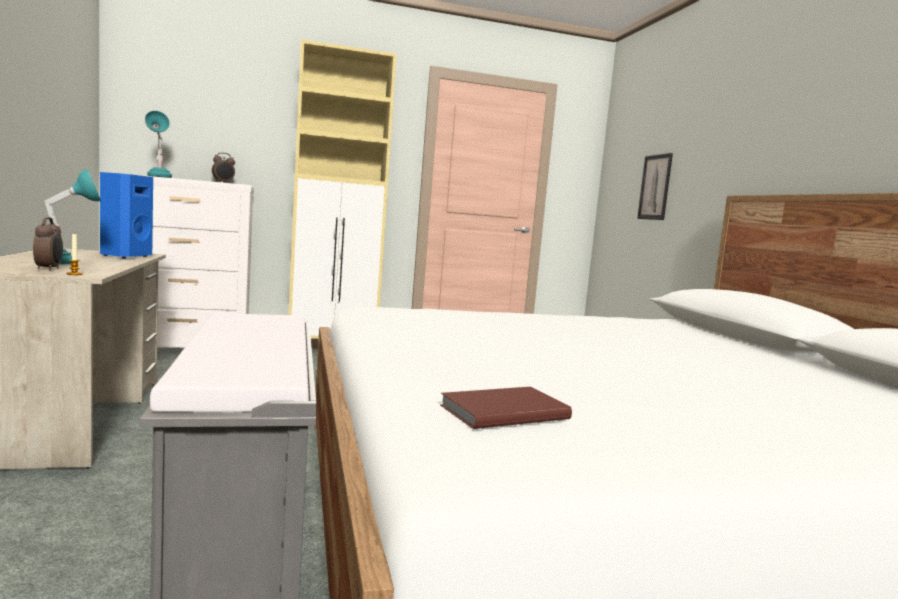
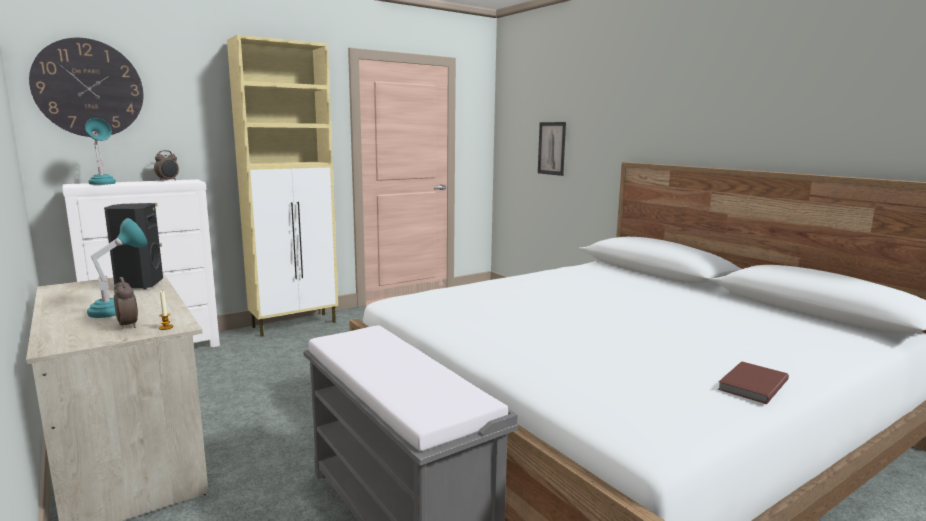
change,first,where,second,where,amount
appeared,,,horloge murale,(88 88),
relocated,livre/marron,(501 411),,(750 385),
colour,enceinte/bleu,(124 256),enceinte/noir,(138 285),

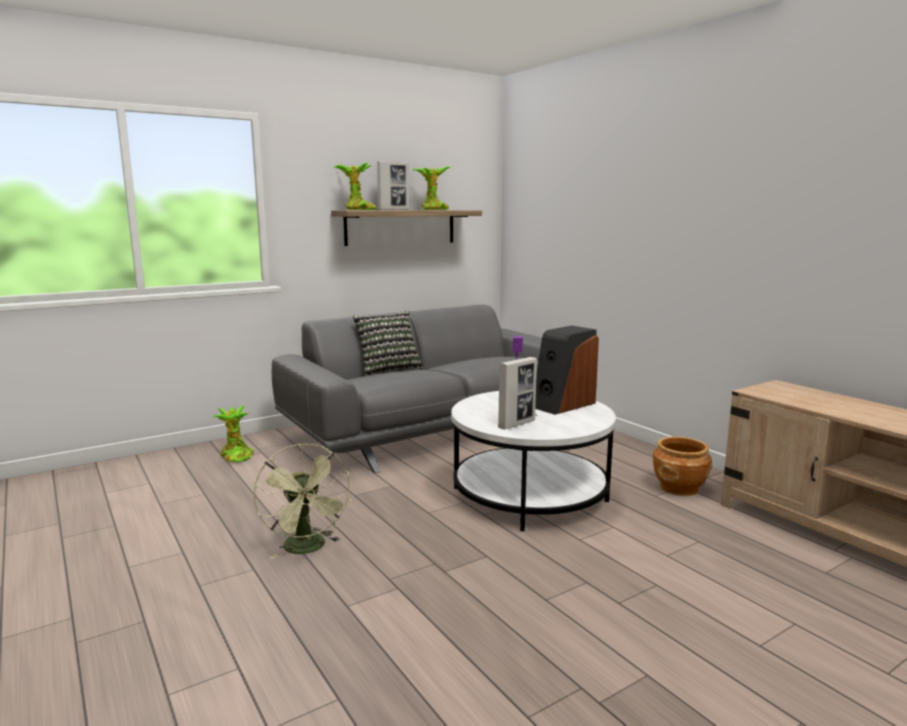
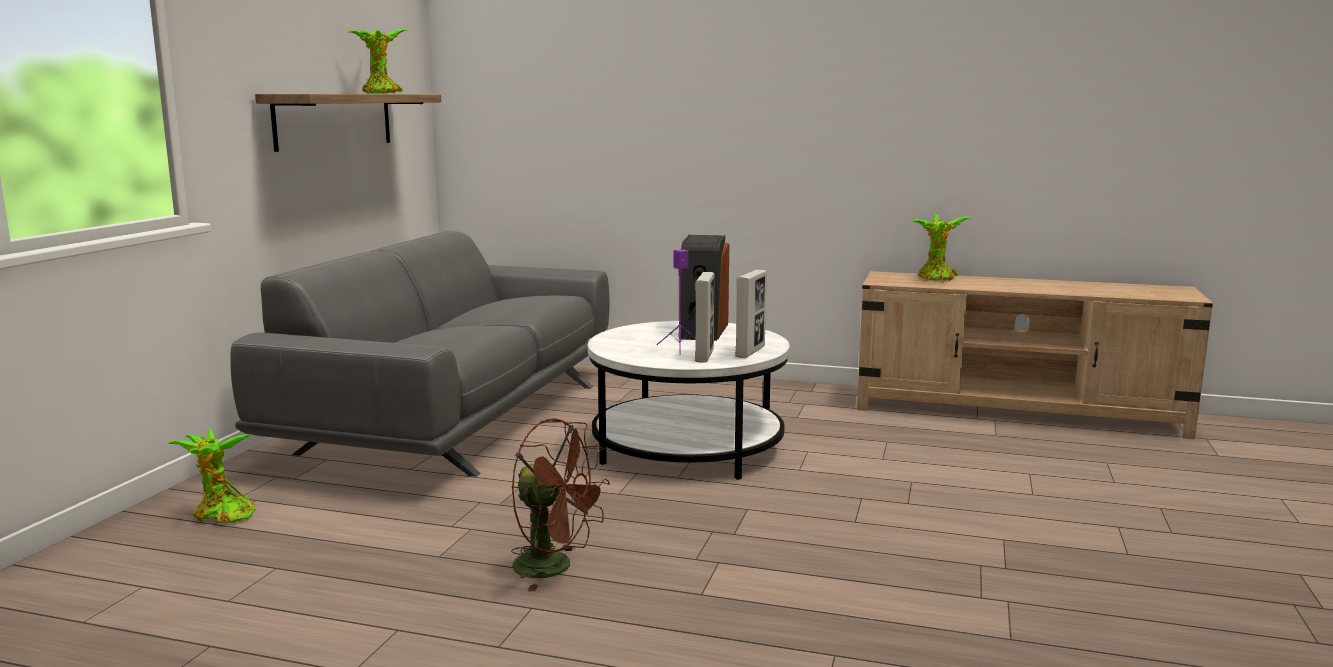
change,first,where,second,where,amount
missing,coussin,(388 369),,,
missing,cache-pot/marron,(679 488),,,
relocated,plante en pot,(358 210),,(937 278),
relocated,cadre photo,(393 210),,(750 352),
colour,ventilateur/vert,(308 549),ventilateur/marron,(555 568),

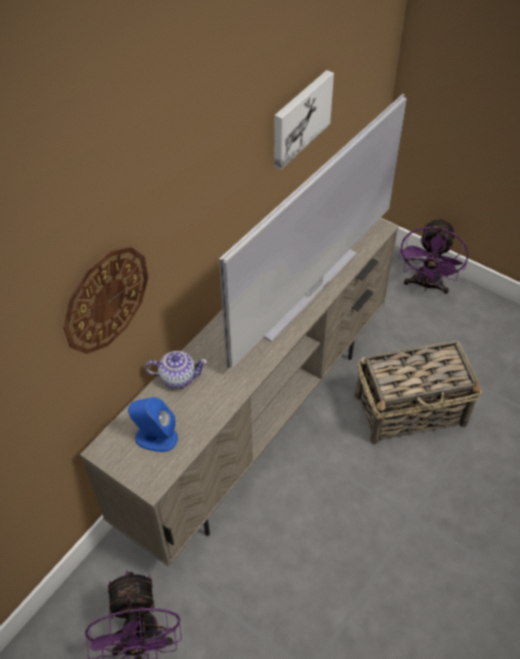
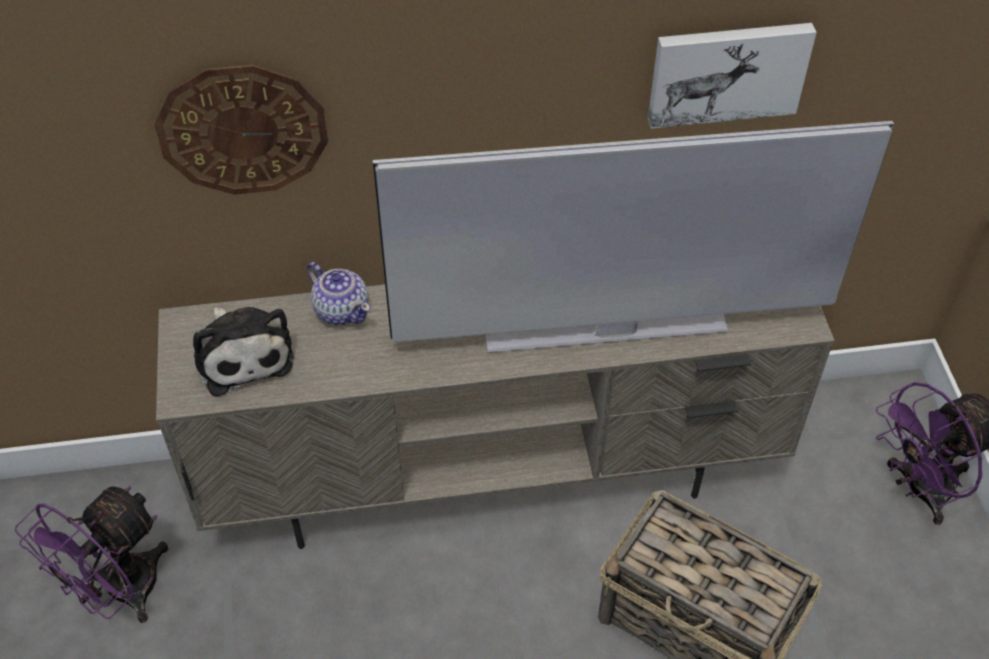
change,first,where,second,where,amount
exchanged,enceinte/bleu,(155 437),peluche,(243 354),

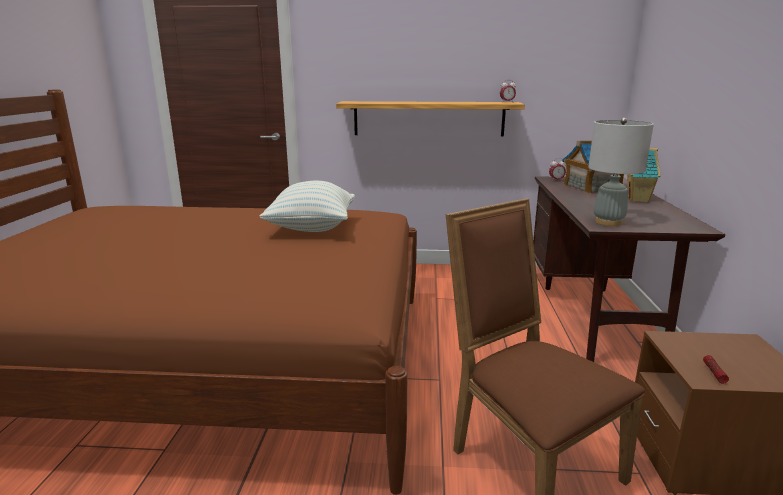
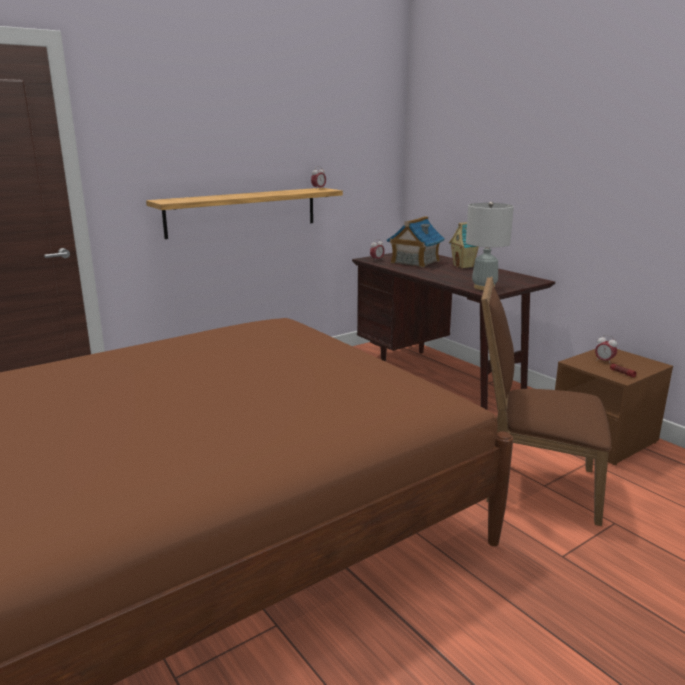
change,first,where,second,where,amount
missing,coussin,(312 228),,,
appeared,,,réveil,(604 361),

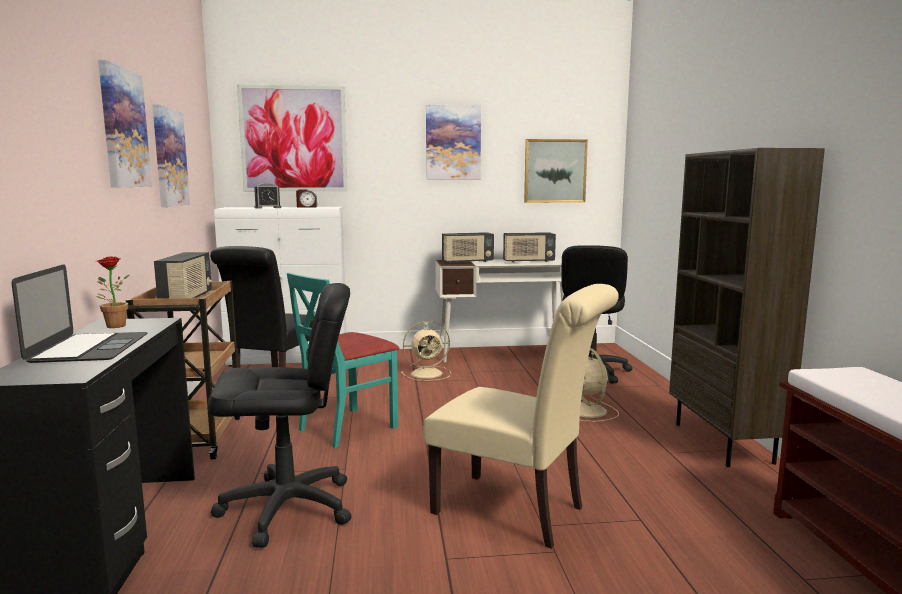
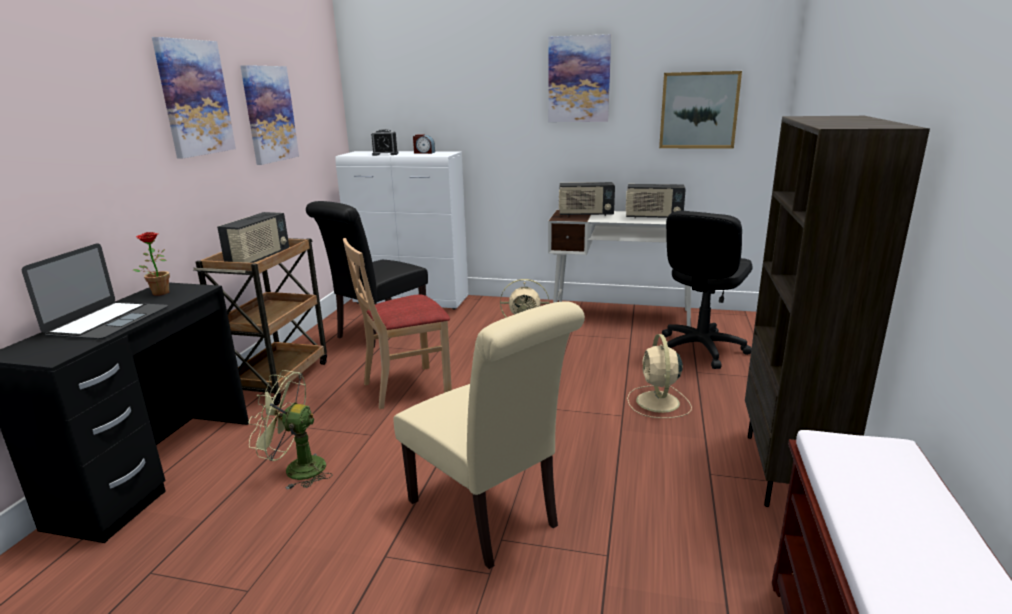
change,first,where,second,where,amount
missing,tableau,(293 139),,,
exchanged,chaise de bureau/noir,(287 508),ventilateur/vert,(296 469),
colour,chaise/turquoise,(347 427),chaise/beige,(406 387),

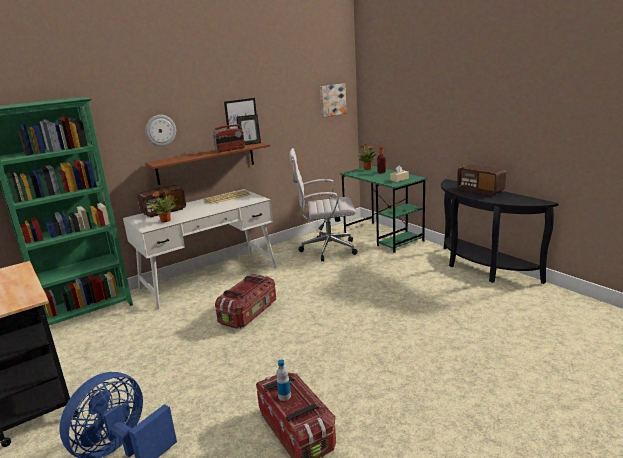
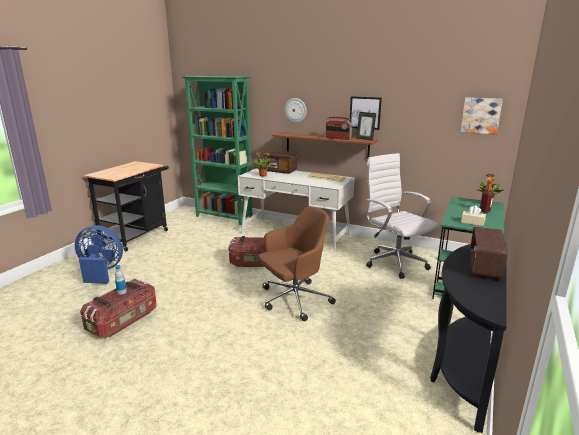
change,first,where,second,where,amount
appeared,,,chaise de bureau/marron,(294 300),

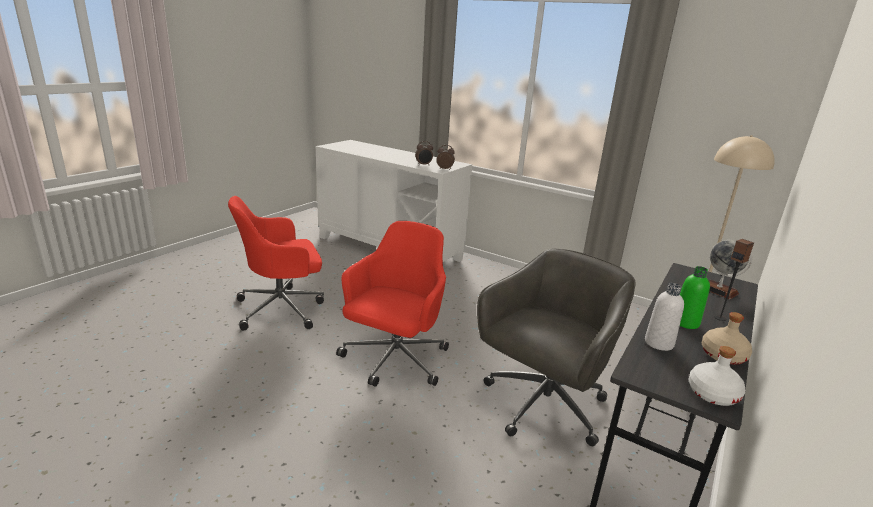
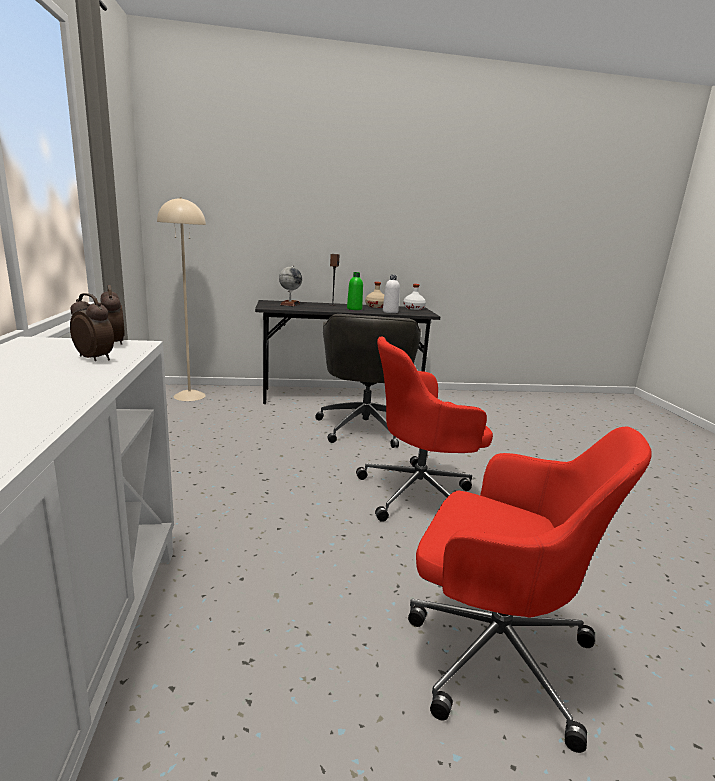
change,first,where,second,where,amount
spun,chaise de bureau/gris,(542 406),,(365 426),90 degrees counterclockwise

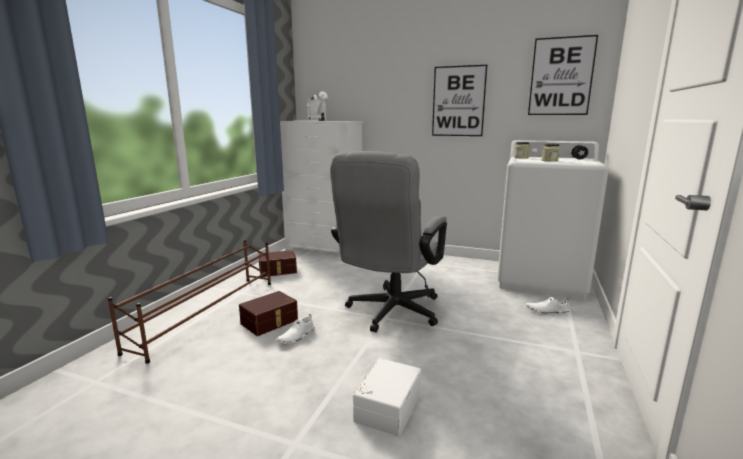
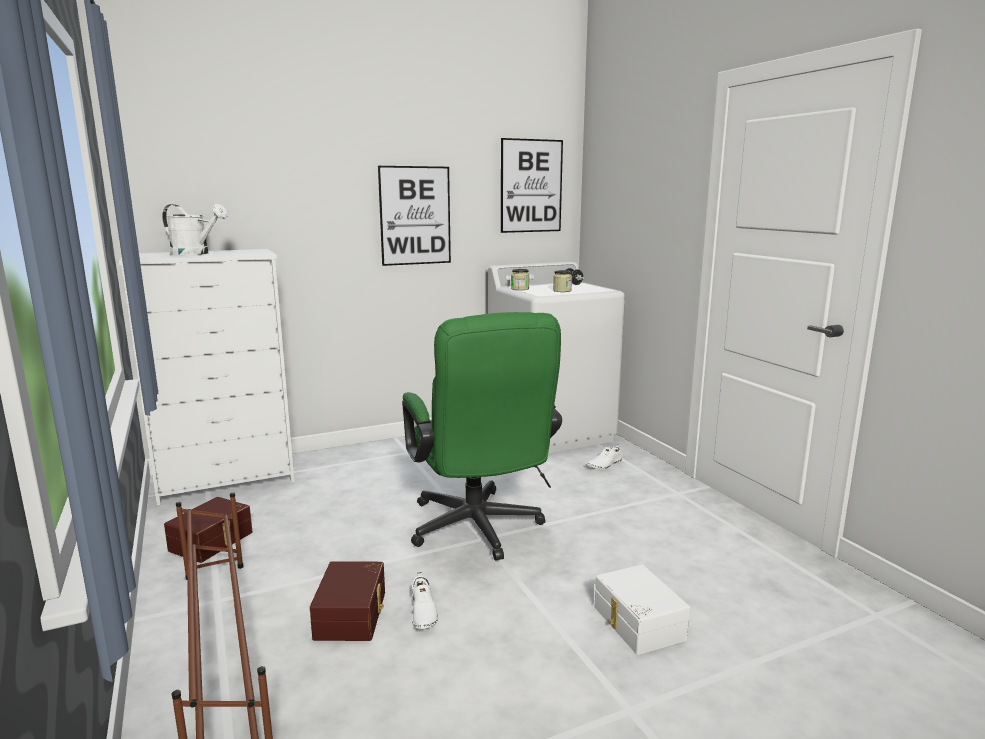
change,first,where,second,where,amount
colour,chaise de bureau/gris,(390 313),chaise de bureau/vert,(478 531),

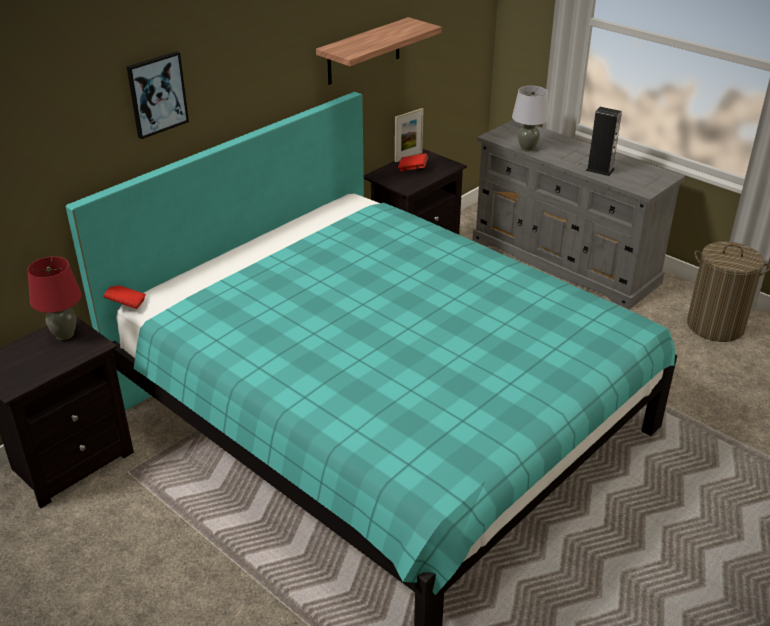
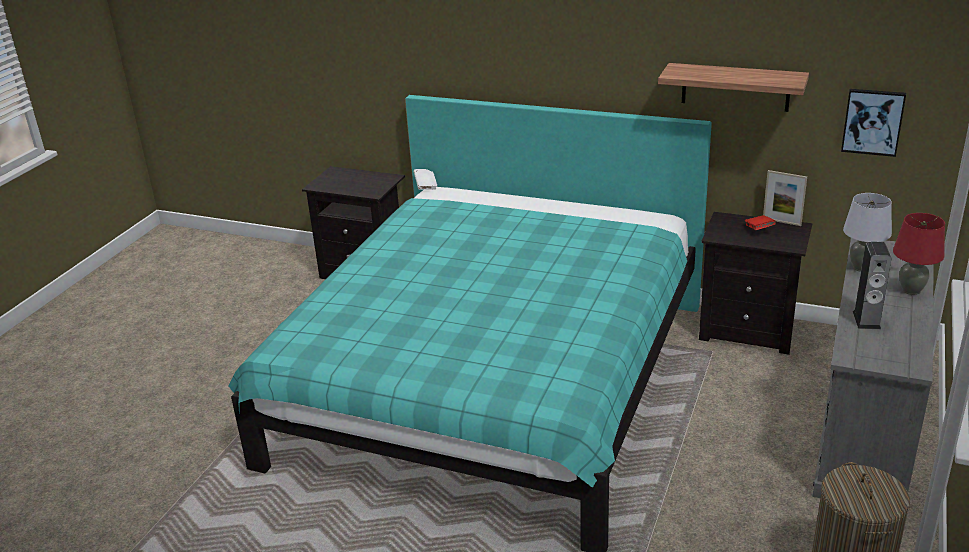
change,first,where,second,where,amount
relocated,lampe de table/rouge,(65 335),,(911 290),
relocated,tableau,(157 94),,(873 122),
colour,livre/rouge,(126 304),livre/blanc,(426 186),

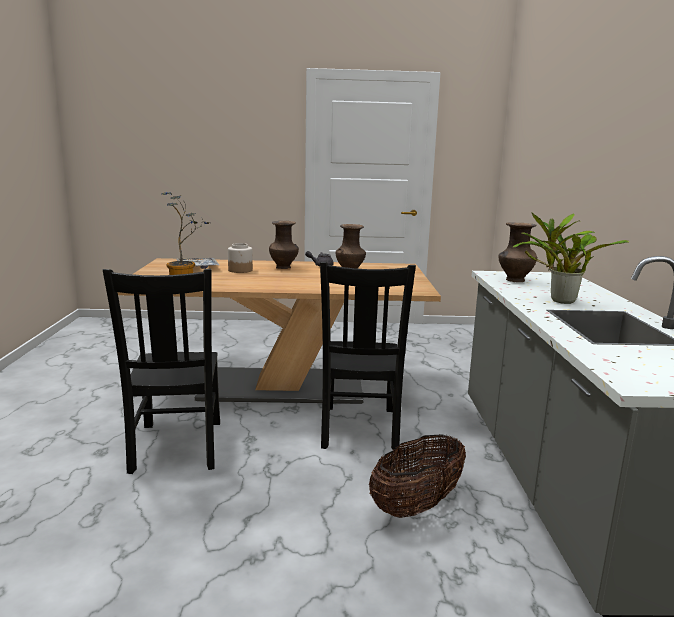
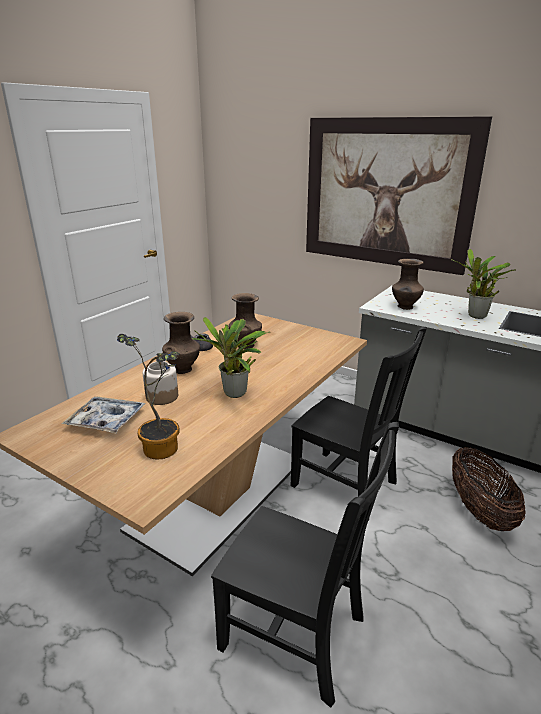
change,first,where,second,where,amount
appeared,,,plante en pot,(234 395),
appeared,,,tableau,(386 193),

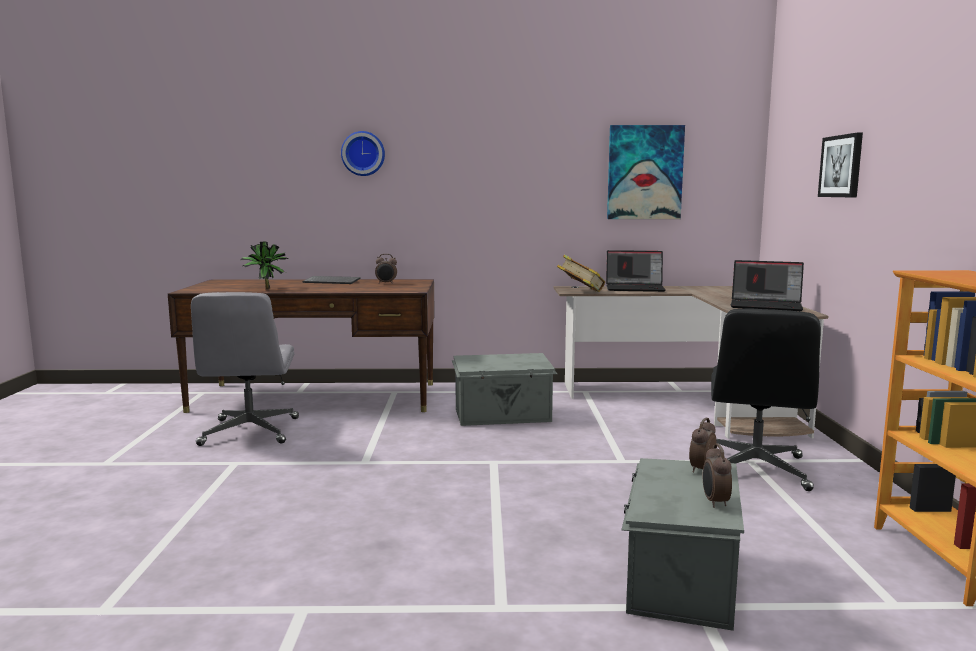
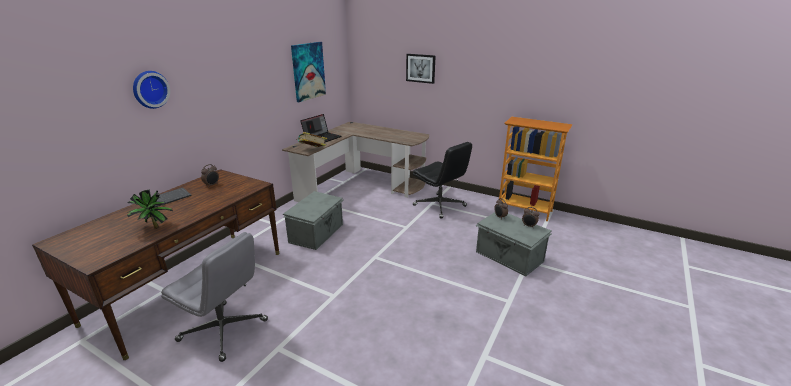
change,first,where,second,where,amount
missing,ordinateur portable,(767 306),,,

